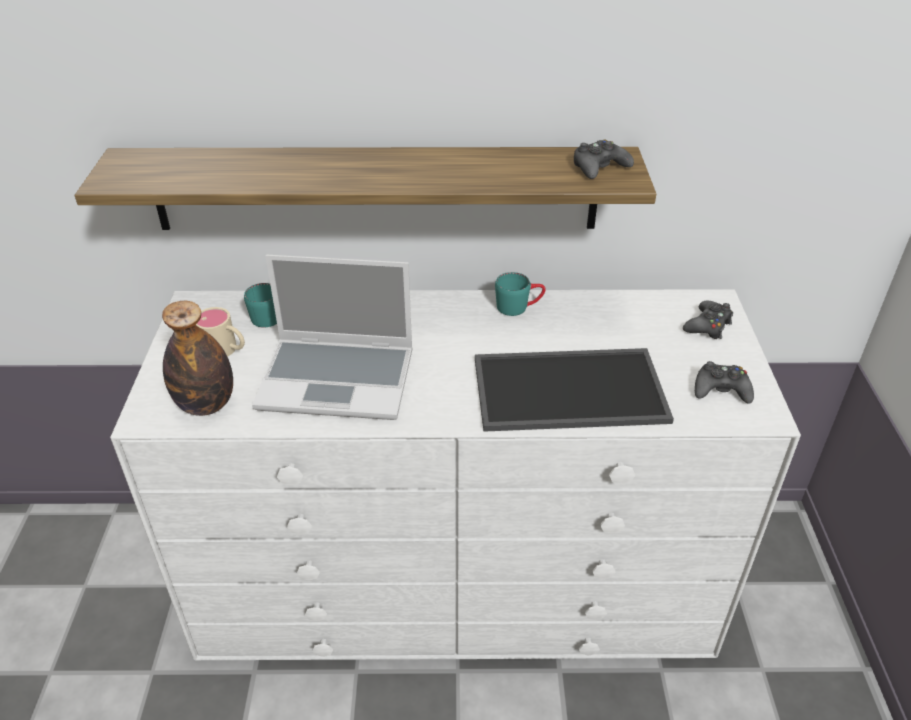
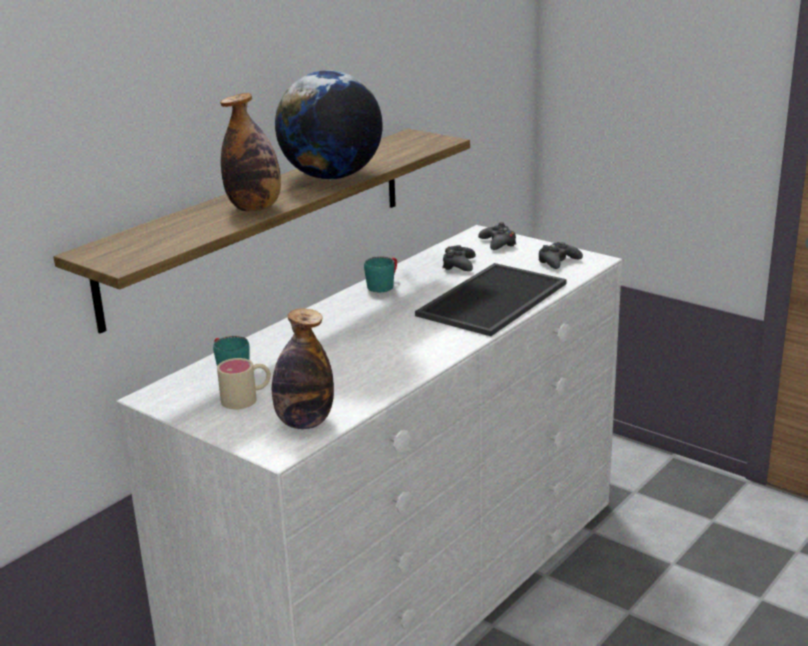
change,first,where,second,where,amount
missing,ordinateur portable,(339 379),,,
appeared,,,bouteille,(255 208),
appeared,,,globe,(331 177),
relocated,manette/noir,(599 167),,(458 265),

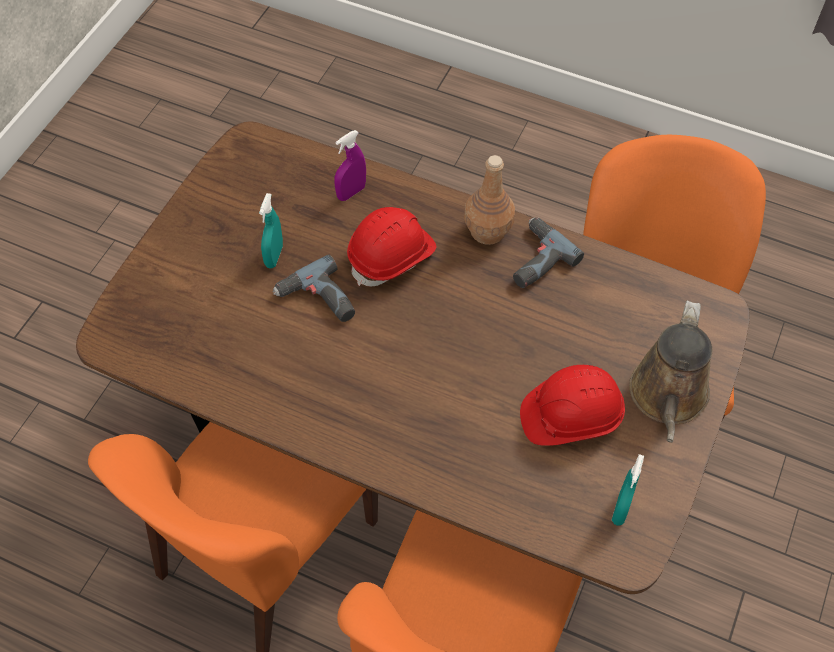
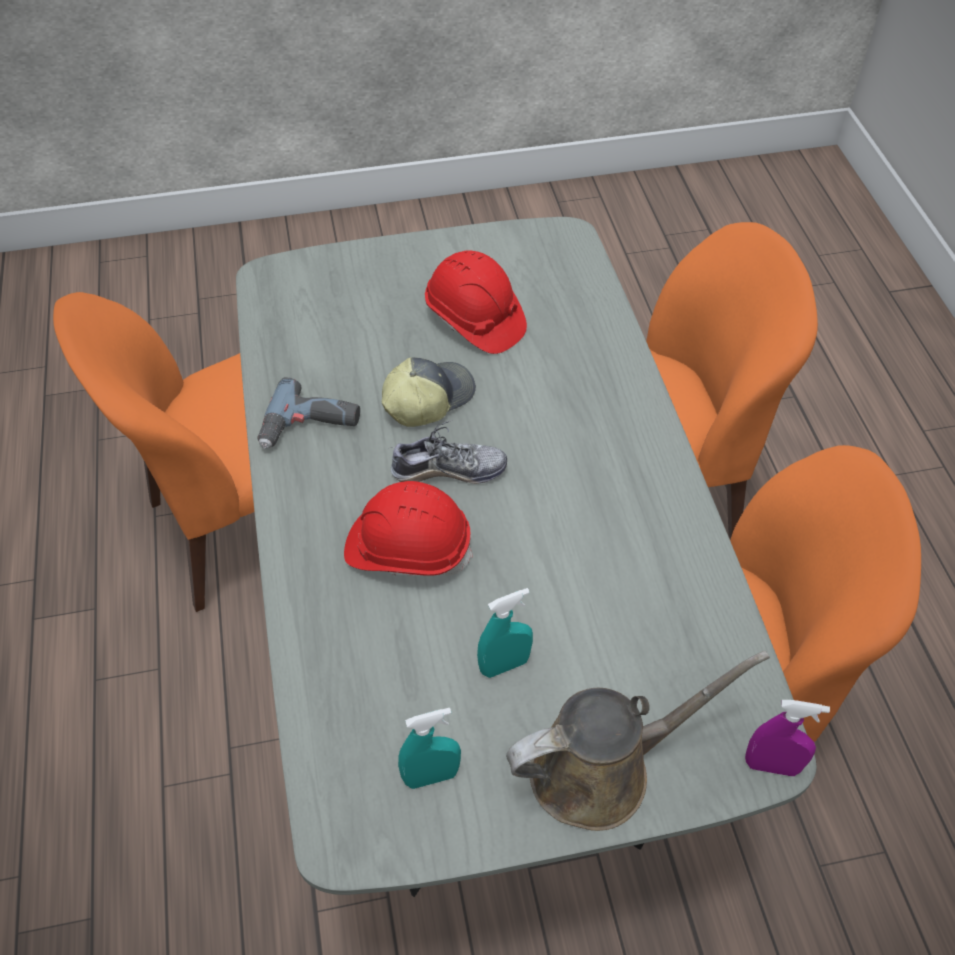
change,first,where,second,where,amount
missing,perceuse,(317 301),,,
missing,bouteille/marron,(487 231),,,
appeared,,,casquette,(427 399),
appeared,,,chaussure,(448 470),
relocated,vaporisateur/violet,(351 192),,(772 766),
relocated,vaporisateur/turquoise,(620 509),,(431 776),
relocated,arrosoir/marron,(667 398),,(601 769),
colour,table à manger/marron,(416 453),table à manger/gris,(475 650),

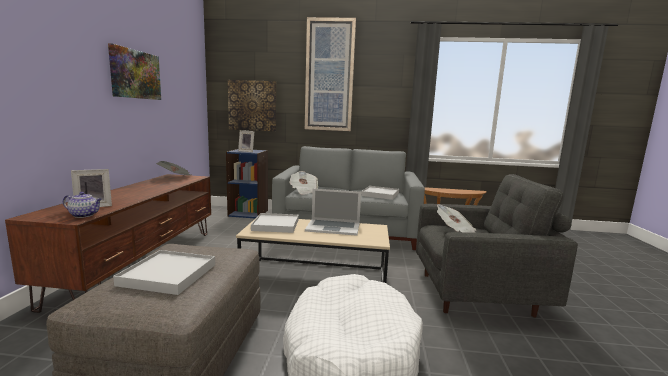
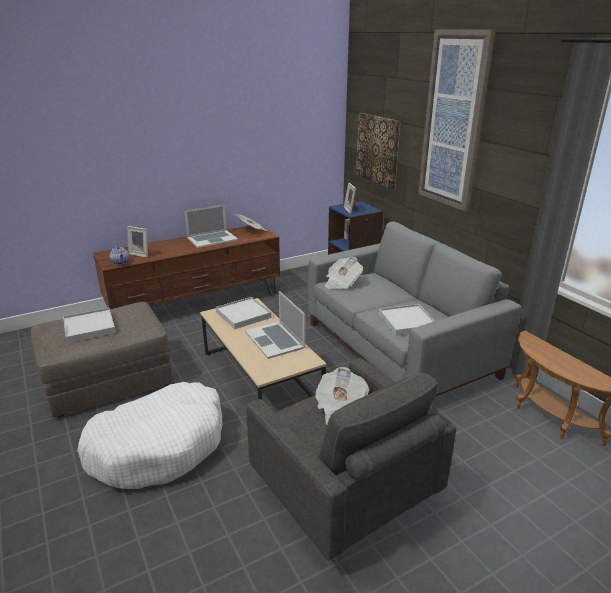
change,first,where,second,where,amount
missing,tableau,(135 74),,,
appeared,,,ordinateur portable,(212 239),

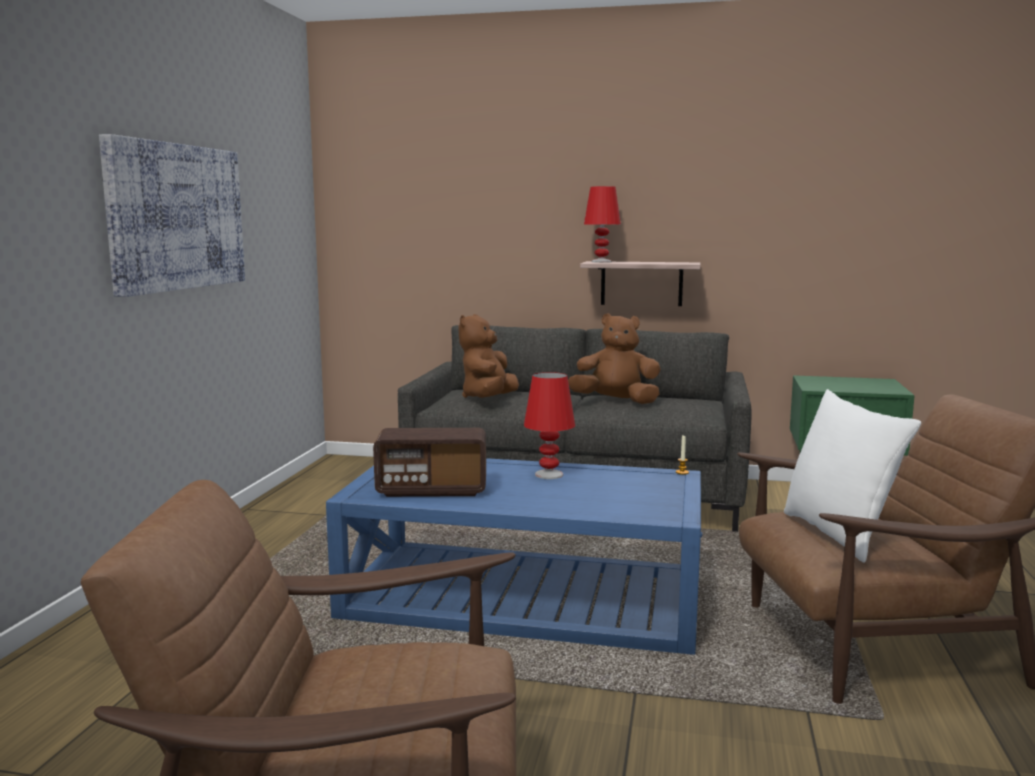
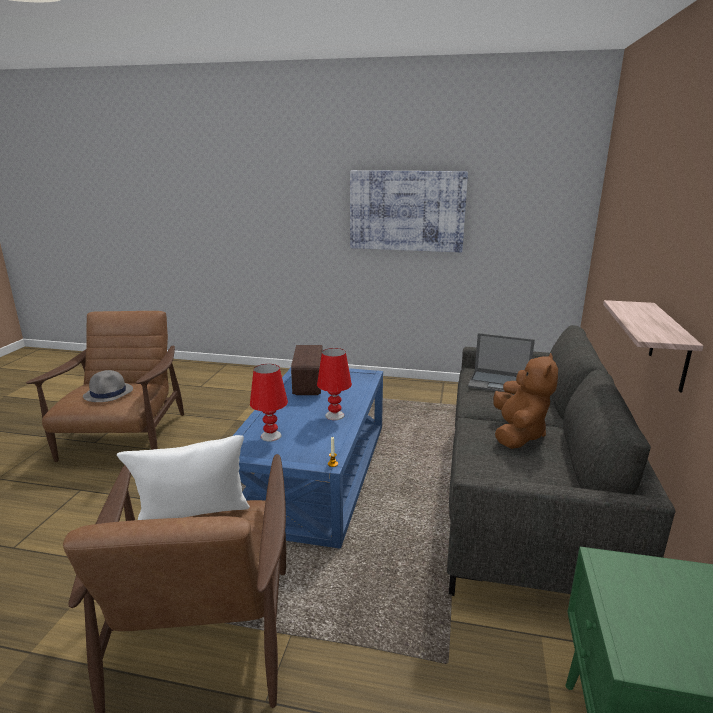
change,first,where,second,where,amount
appeared,,,chapeau/gris,(109 393),
relocated,lampe de table/rouge,(601 262),,(271 436),
exchanged,peluche/marron,(488 399),ordinateur portable,(500 383),

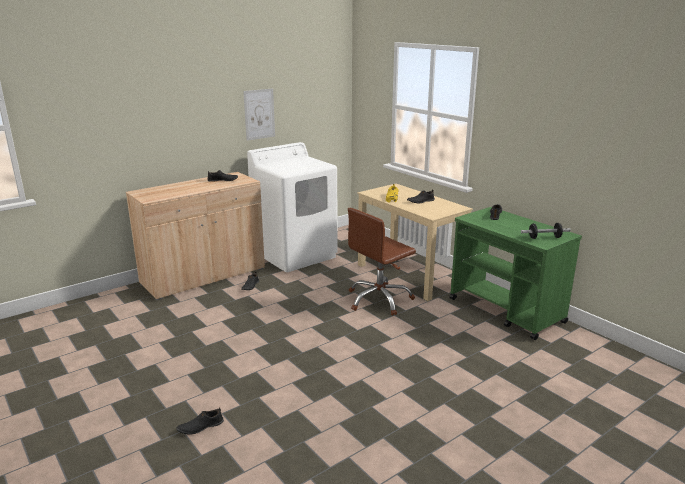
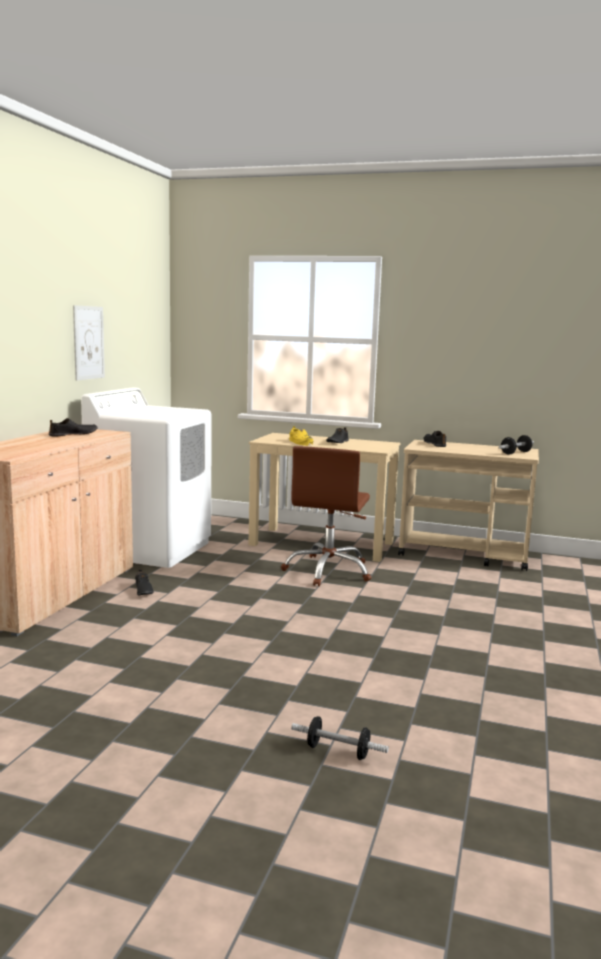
change,first,where,second,where,amount
exchanged,chaussure/noir,(200 427),haltère,(338 751),
colour,chariot/vert,(506 311),chariot/beige,(464 554),

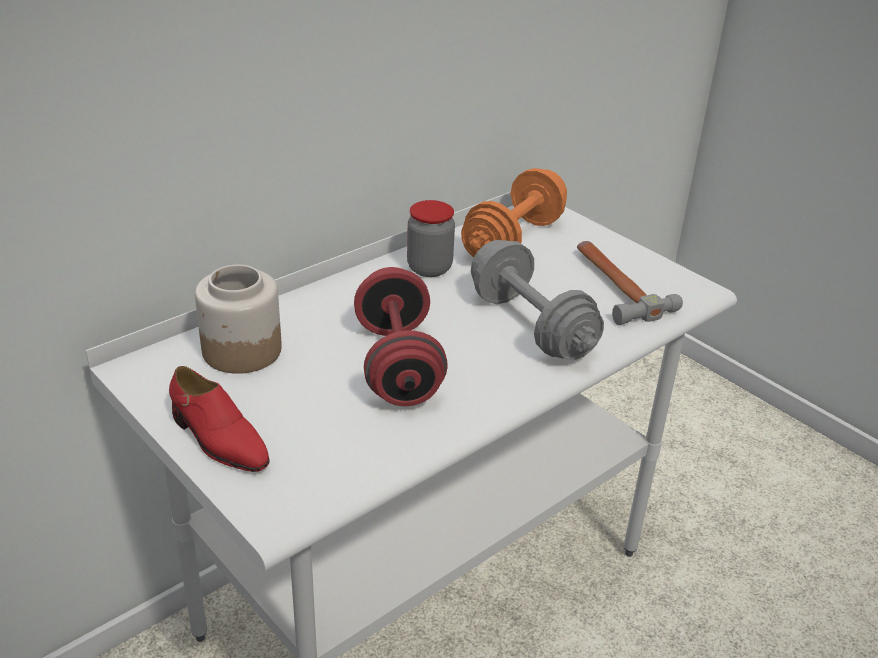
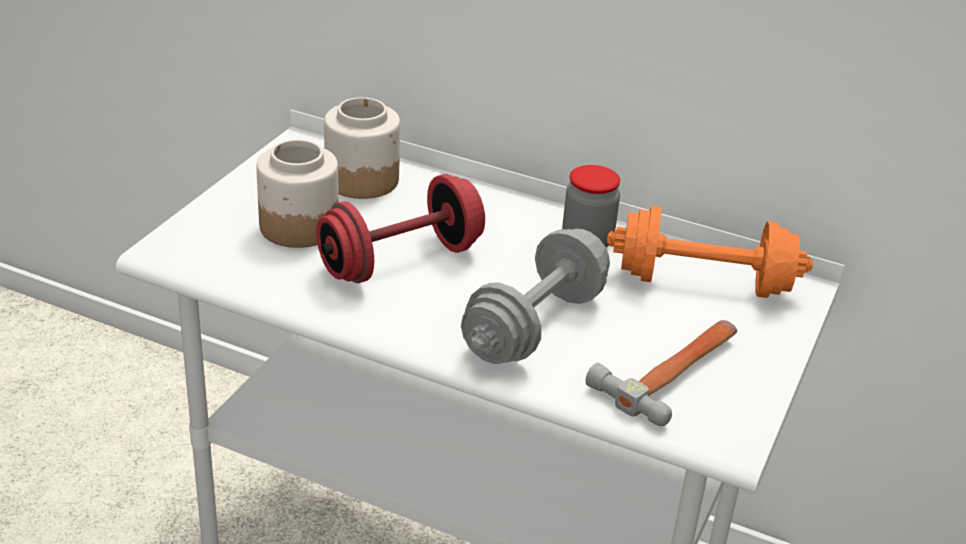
change,first,where,second,where,amount
missing,chaussure/rouge,(218 440),,,
appeared,,,bocal,(298 226),

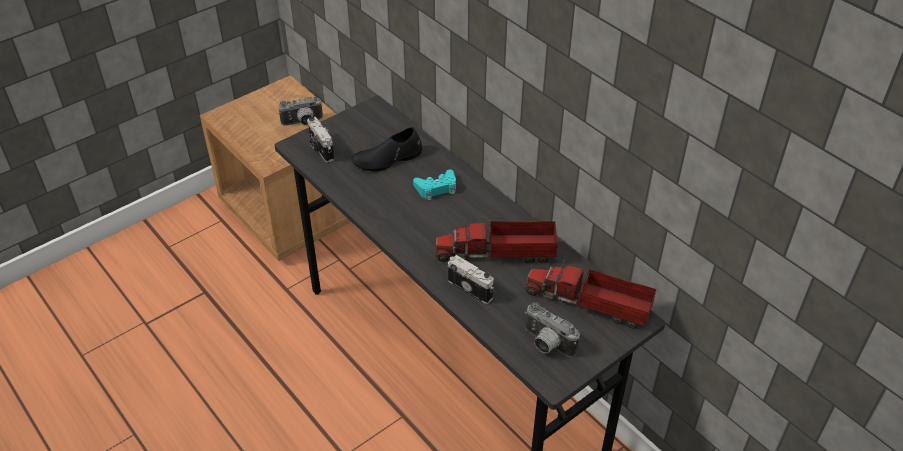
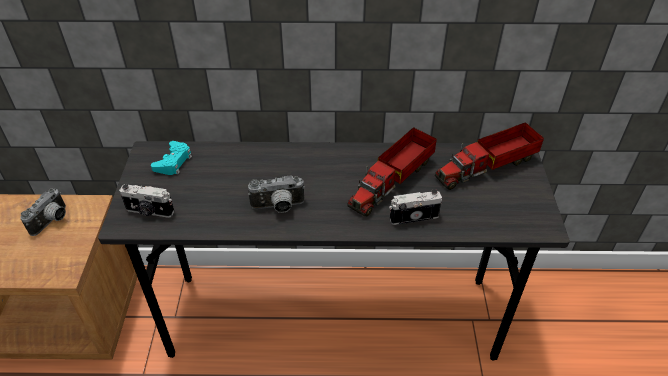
change,first,where,second,where,amount
missing,chaussure/noir,(387 159),,,
relocated,manette/turquoise,(436 188),,(173 162),
relocated,appareil photo,(546 344),,(278 207),

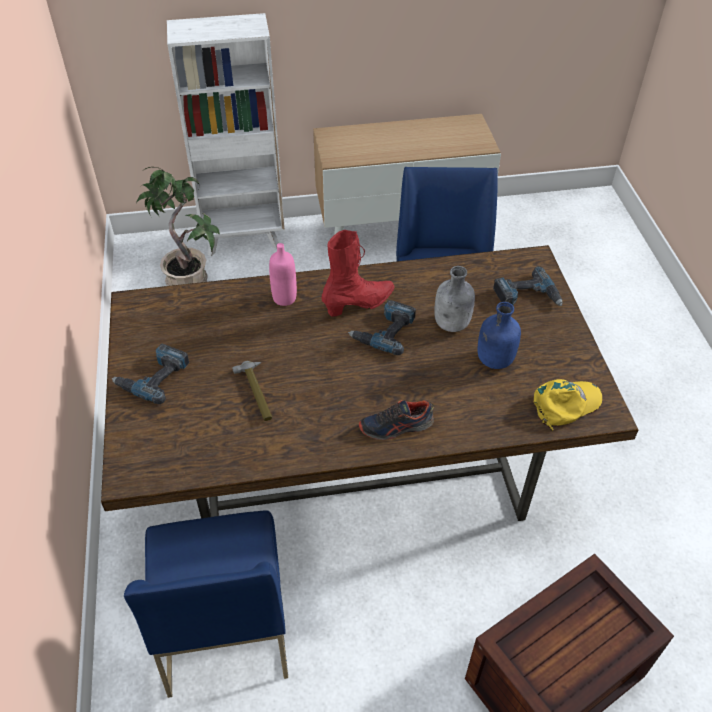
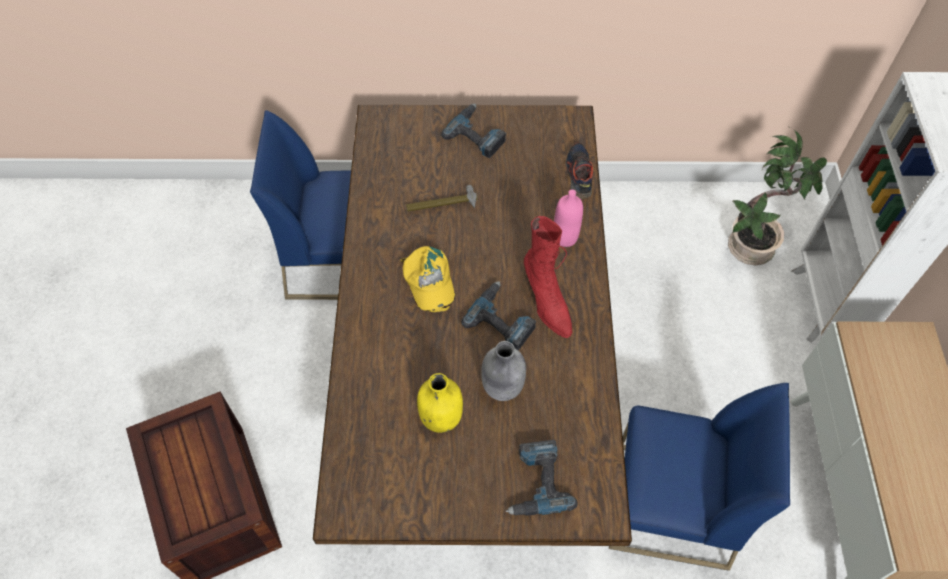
change,first,where,second,where,amount
relocated,chaussure,(396 427),,(578 175),
relocated,casquette/jaune,(566 404),,(428 281),
colour,bouteille/bleu,(494 360),bouteille/jaune,(441 416),

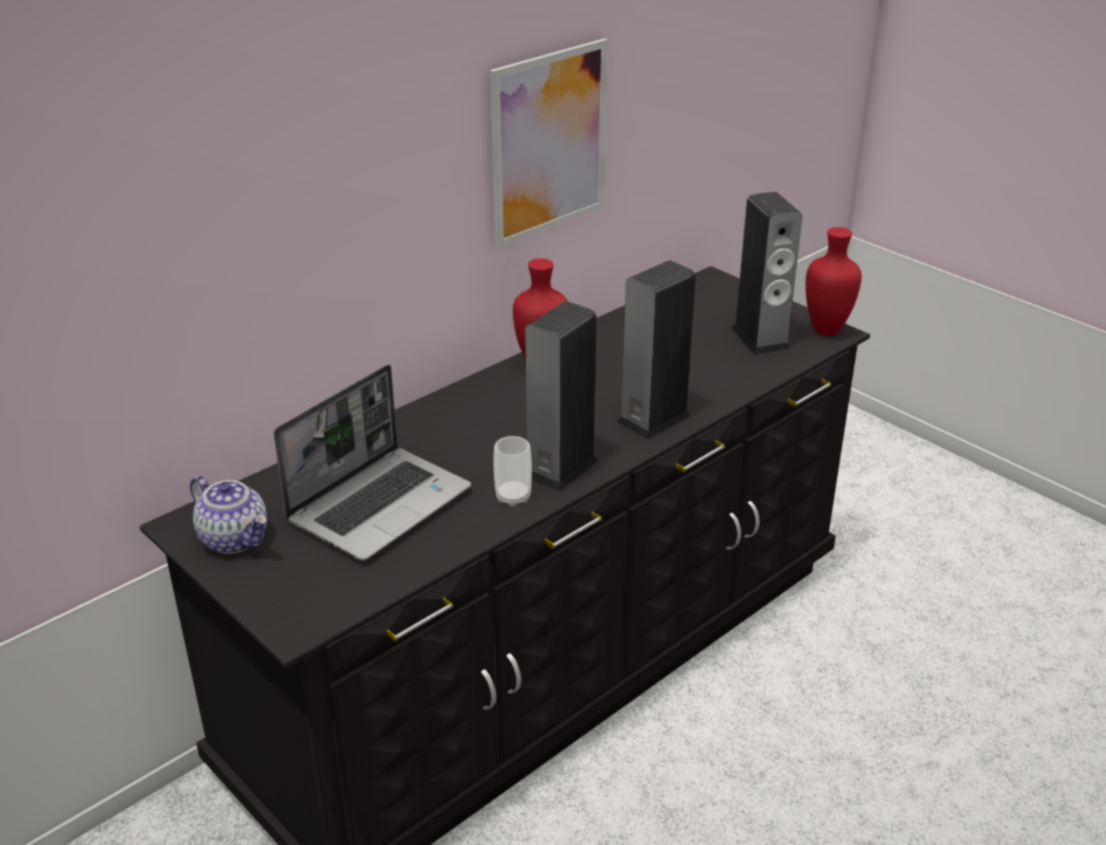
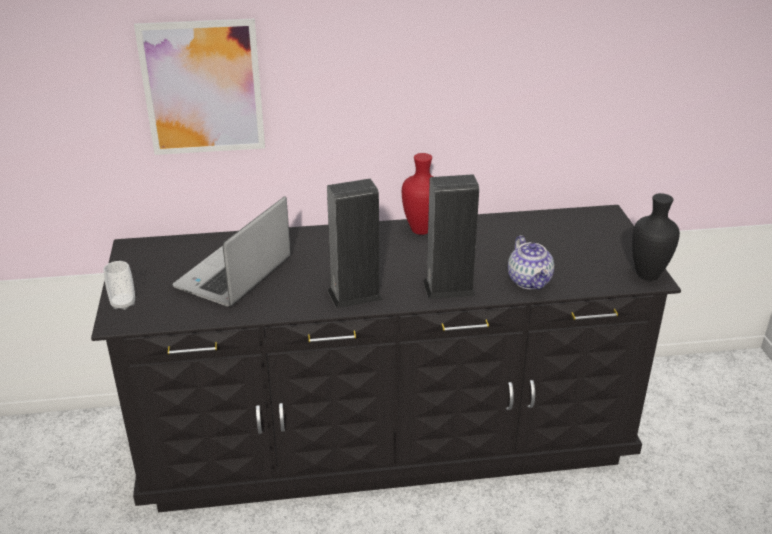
change,first,where,second,where,amount
missing,enceinte,(760 338),,,
relocated,théière,(235 539),,(530 281),
relocated,tableau,(549 143),,(203 88),
relocated,tasse,(513 497),,(123 304),
colour,vase/rouge,(827 331),vase/noir,(648 276),
spun,ordinateur portable,(380 504),,(234 275),135 degrees clockwise

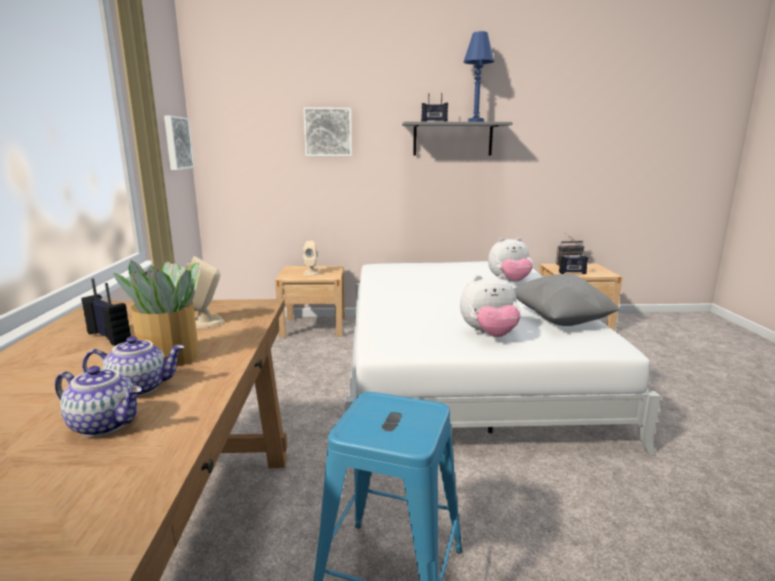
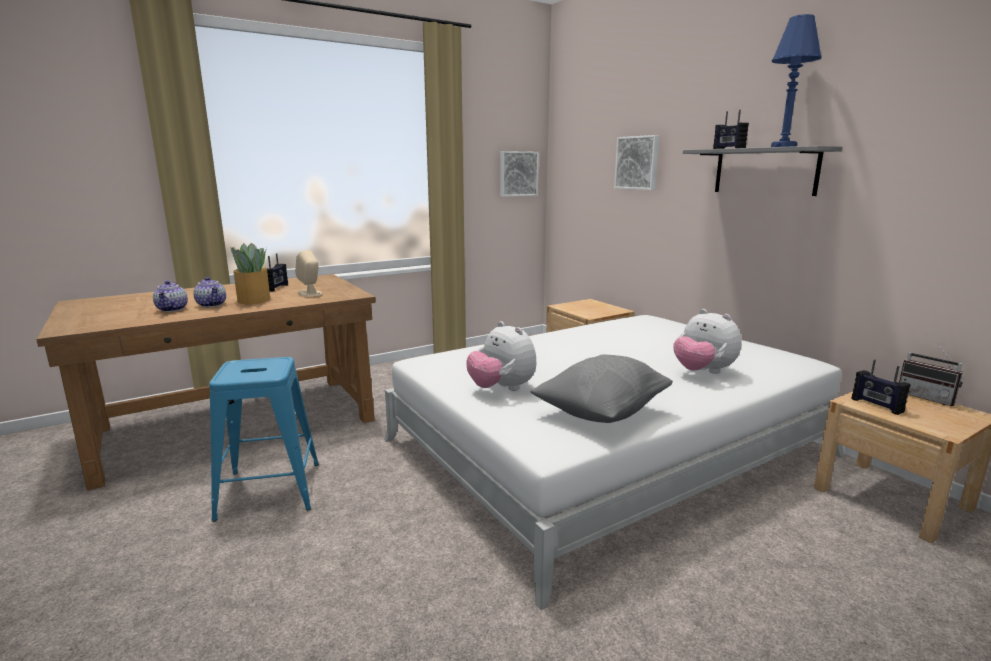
change,first,where,second,where,amount
missing,enceinte/beige,(311 272),,,

